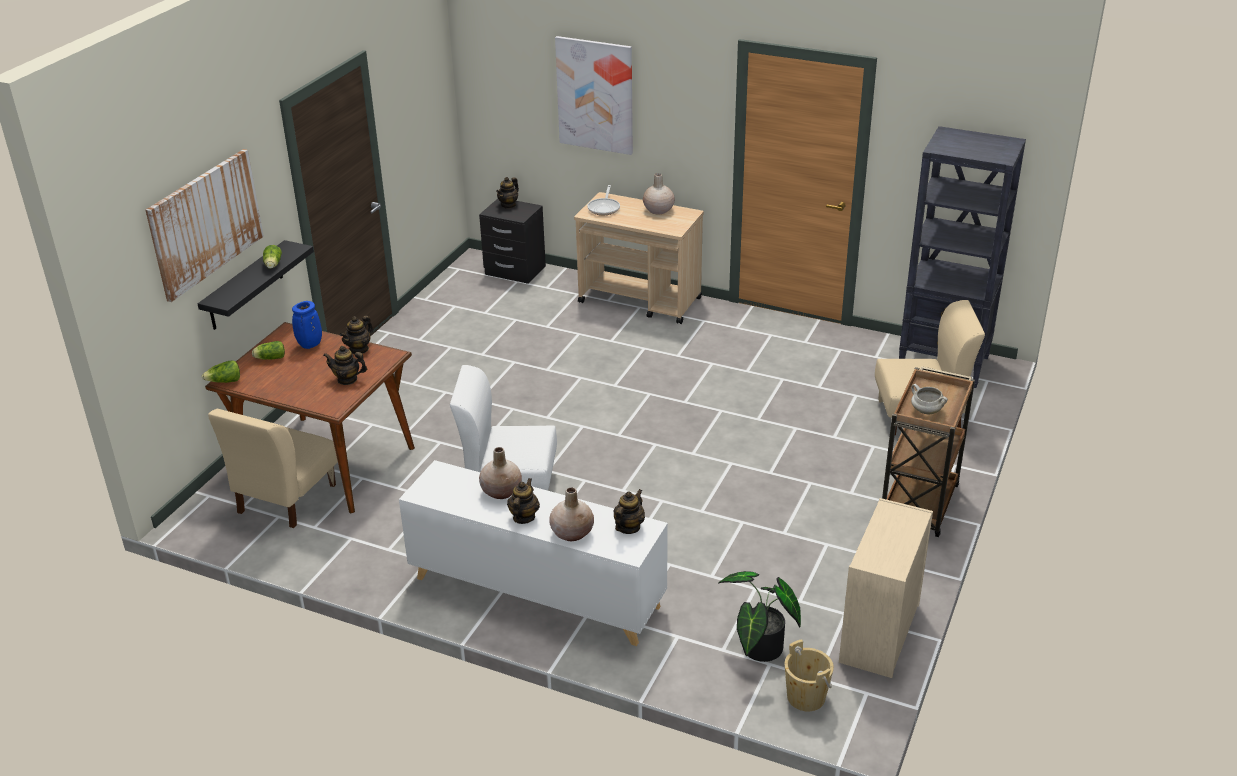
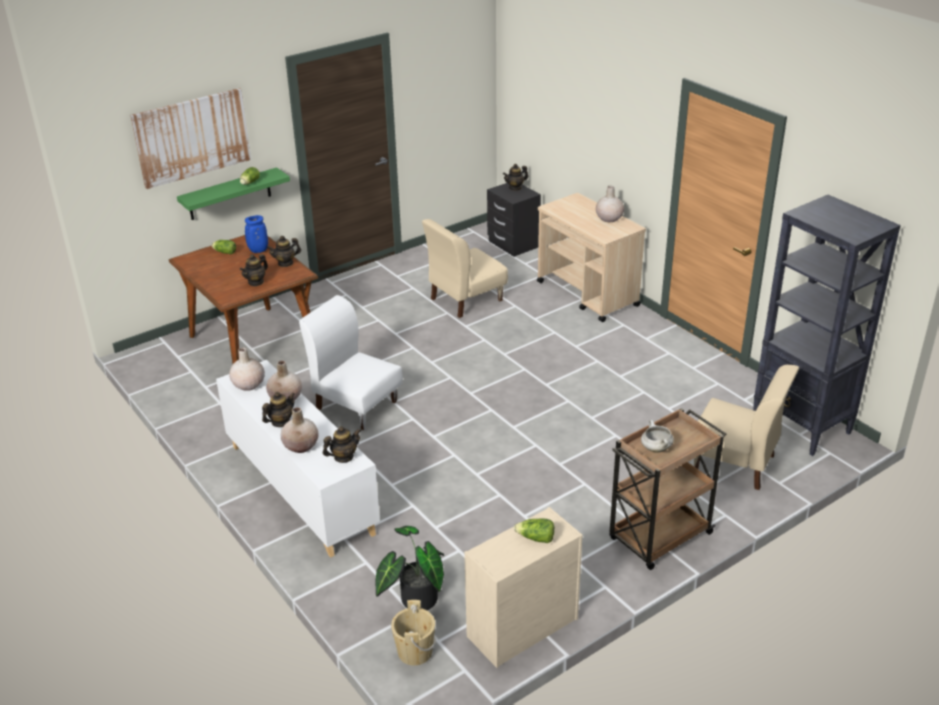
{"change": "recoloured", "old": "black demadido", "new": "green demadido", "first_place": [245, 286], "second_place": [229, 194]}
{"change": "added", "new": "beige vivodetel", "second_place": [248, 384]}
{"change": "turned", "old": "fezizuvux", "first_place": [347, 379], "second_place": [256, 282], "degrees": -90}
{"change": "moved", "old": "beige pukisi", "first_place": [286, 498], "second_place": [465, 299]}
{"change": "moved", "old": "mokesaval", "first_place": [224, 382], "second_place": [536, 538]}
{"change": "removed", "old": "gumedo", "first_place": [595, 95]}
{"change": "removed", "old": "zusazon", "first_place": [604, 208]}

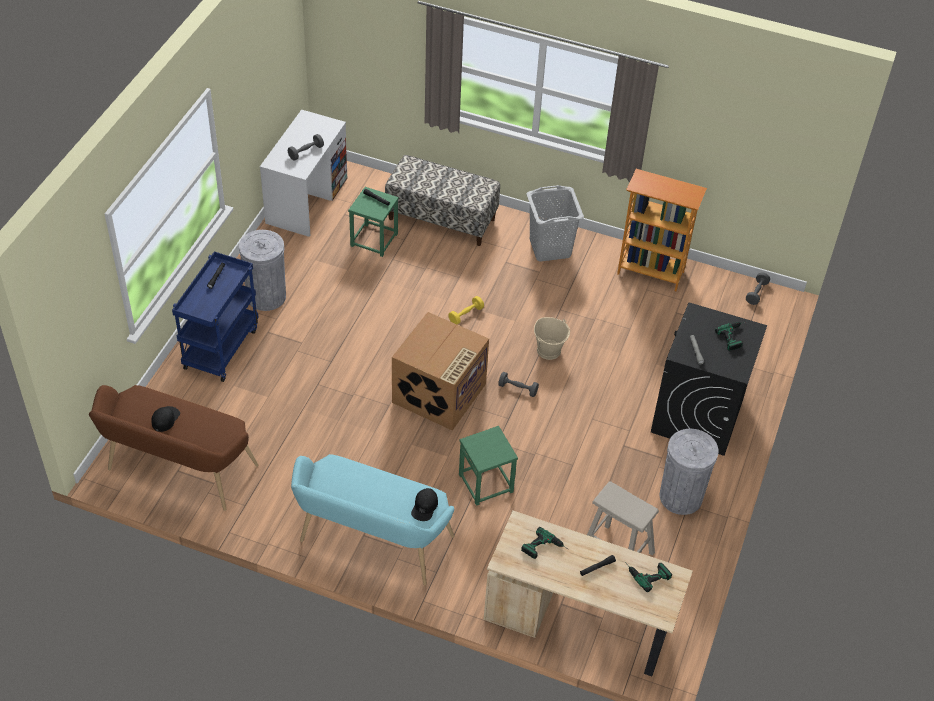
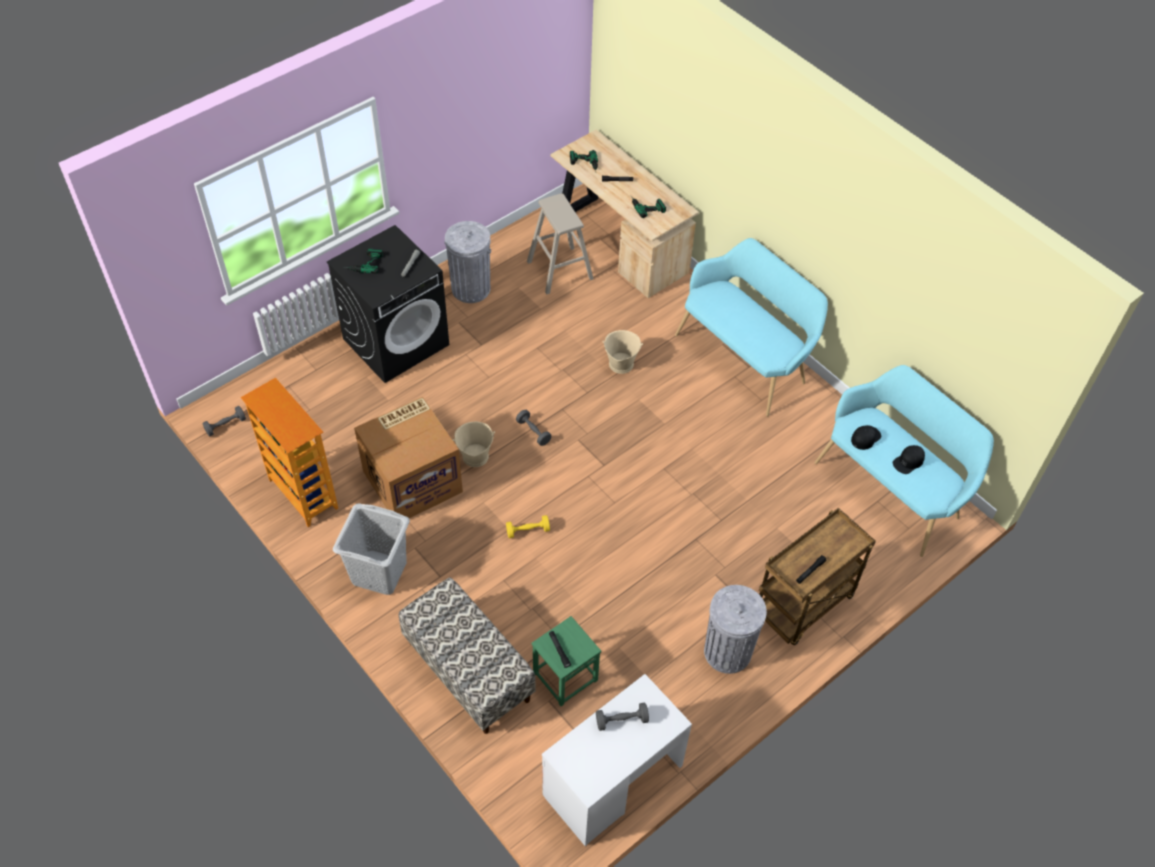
{"change": "moved", "old": "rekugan", "first_place": [439, 394], "second_place": [413, 480]}
{"change": "replaced", "old": "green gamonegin", "new": "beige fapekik", "first_place": [486, 483], "second_place": [620, 364]}
{"change": "recoloured", "old": "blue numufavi", "new": "brown numufavi", "first_place": [221, 347], "second_place": [803, 607]}
{"change": "recoloured", "old": "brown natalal", "new": "turquoise natalal", "first_place": [177, 471], "second_place": [892, 489]}
{"change": "moved", "old": "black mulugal", "first_place": [424, 507], "second_place": [865, 437]}

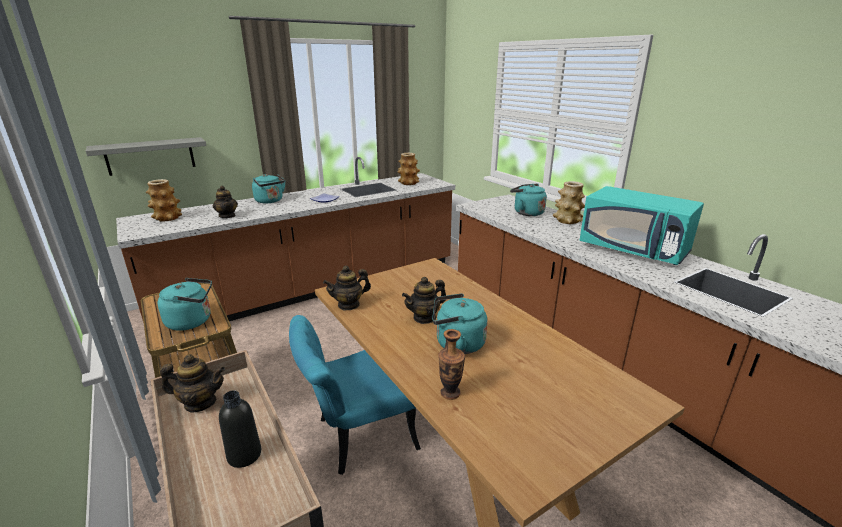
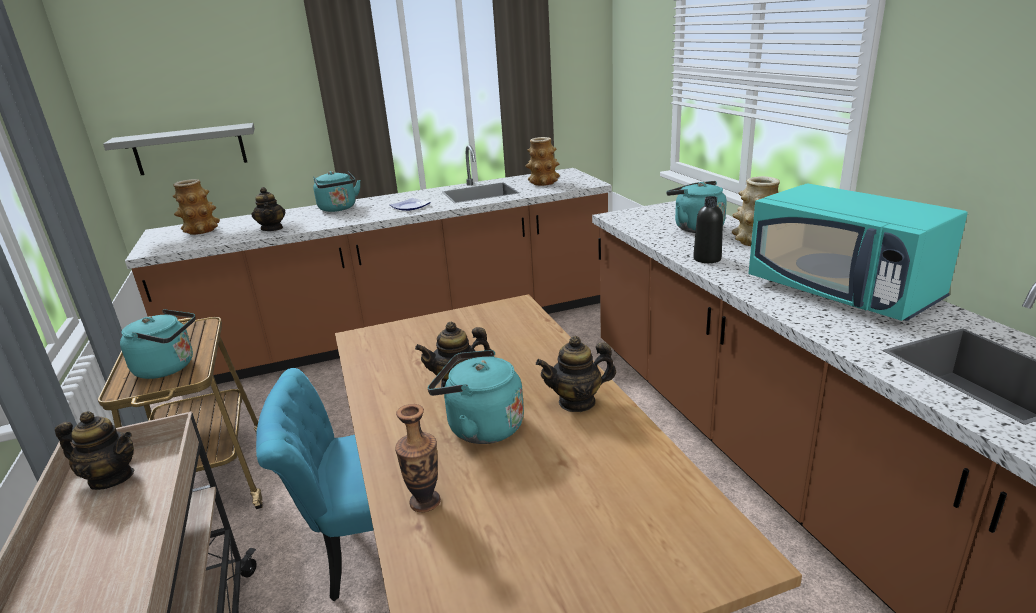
{"change": "moved", "old": "fezizuvux", "first_place": [349, 305], "second_place": [577, 402]}
{"change": "moved", "old": "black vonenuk", "first_place": [244, 455], "second_place": [707, 259]}

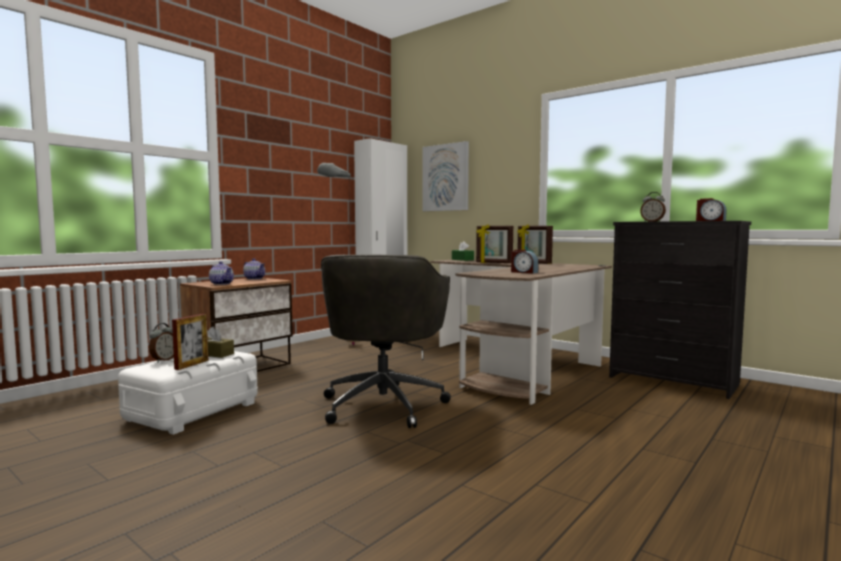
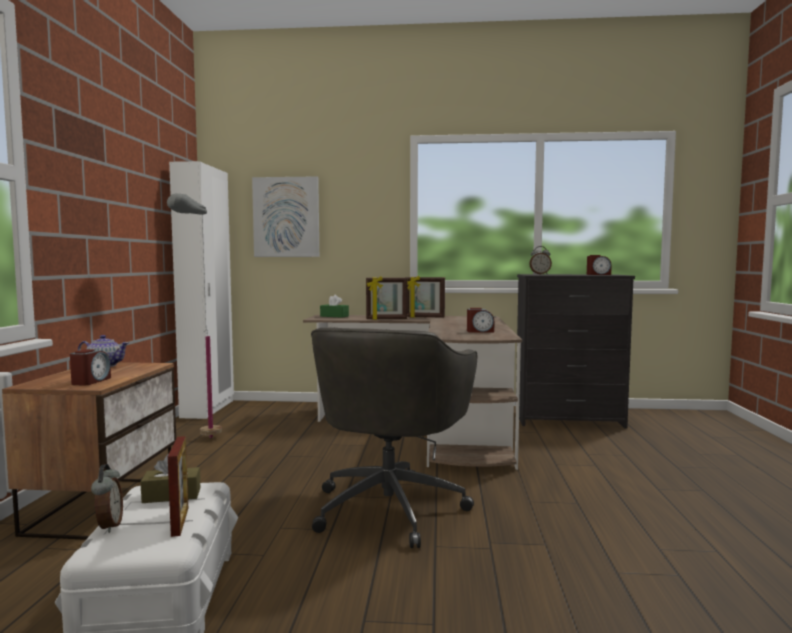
{"change": "replaced", "old": "fezizuvux", "new": "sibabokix", "first_place": [221, 284], "second_place": [91, 381]}
{"change": "turned", "old": "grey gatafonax", "first_place": [384, 404], "second_place": [390, 507], "degrees": 45}

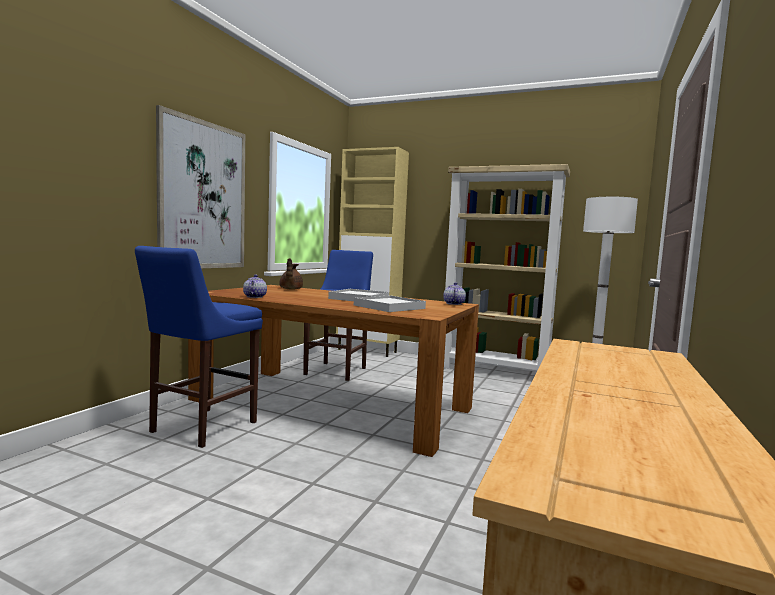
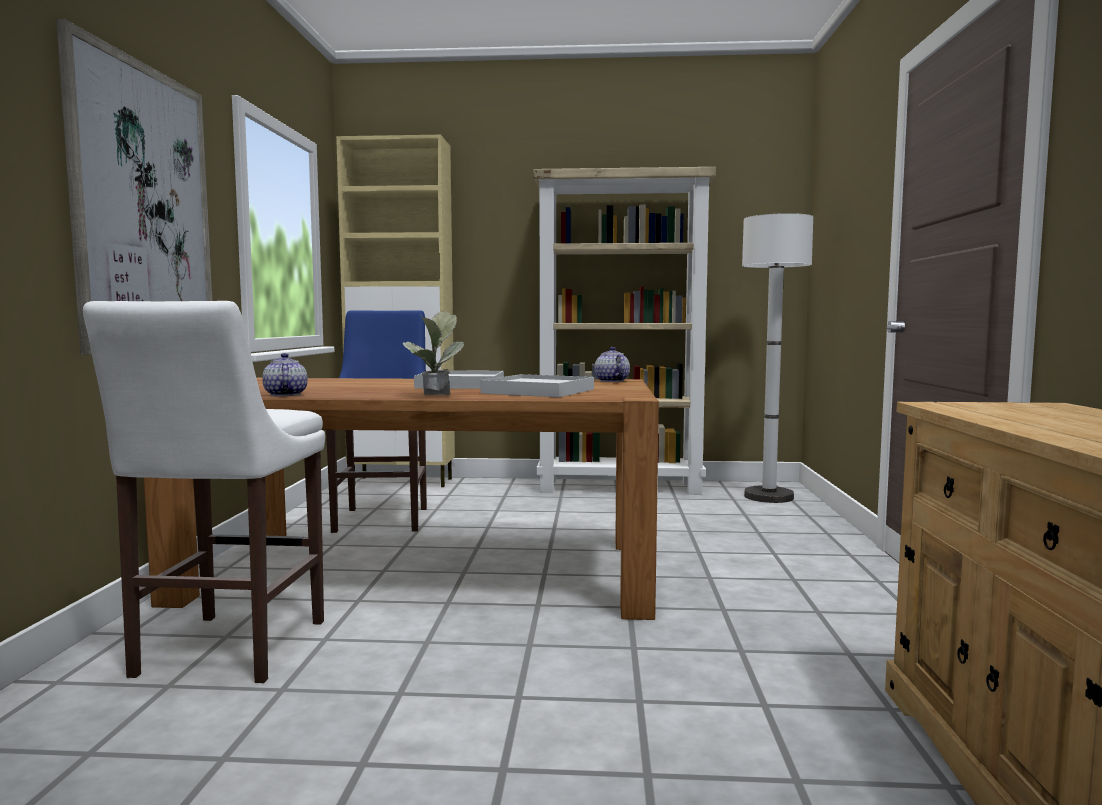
{"change": "recoloured", "old": "blue gamonegin", "new": "white gamonegin", "first_place": [200, 428], "second_place": [226, 651]}
{"change": "added", "new": "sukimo", "second_place": [433, 397]}
{"change": "removed", "old": "brown fezizuvux", "first_place": [290, 289]}

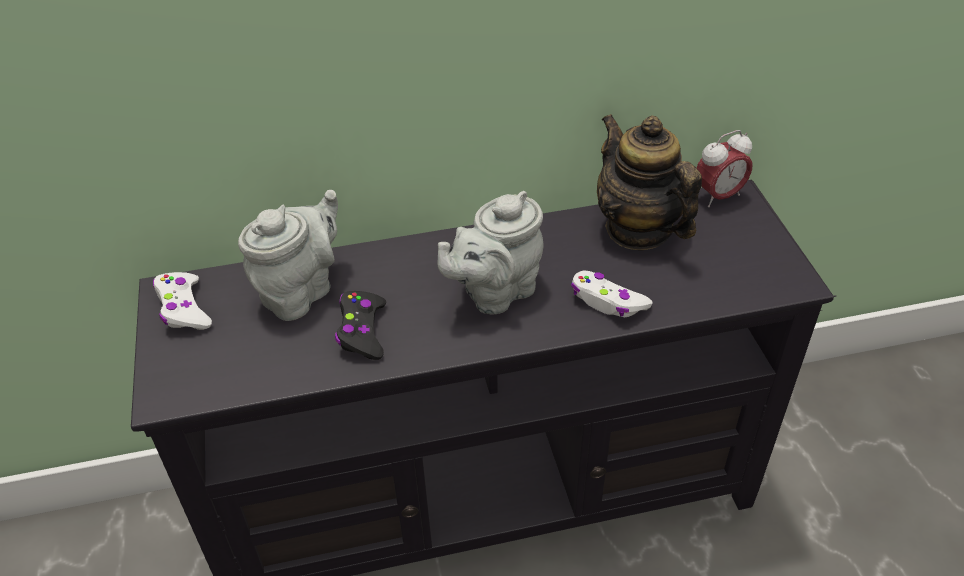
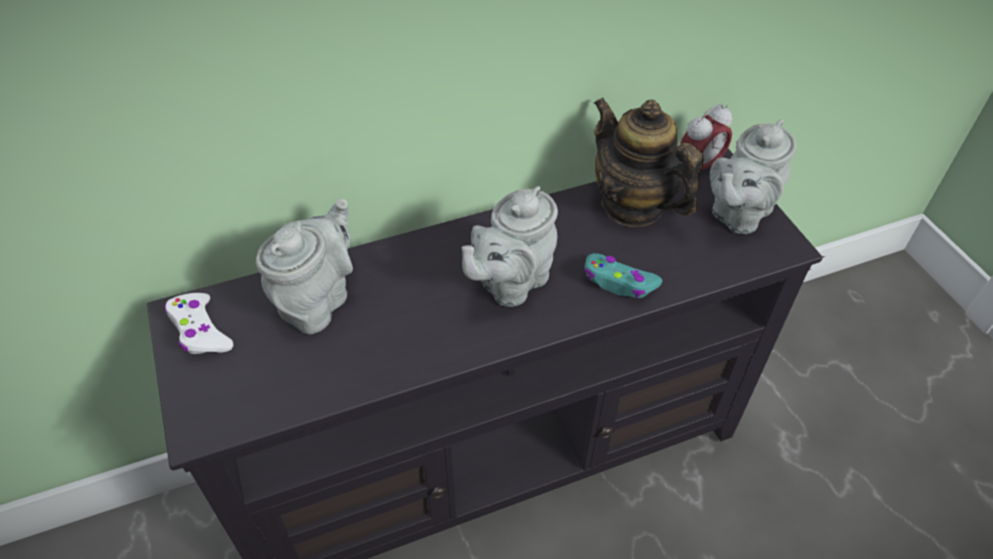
{"change": "recoloured", "old": "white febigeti", "new": "turquoise febigeti", "first_place": [607, 301], "second_place": [619, 282]}
{"change": "added", "new": "grey fezizuvux", "second_place": [738, 214]}
{"change": "removed", "old": "black febigeti", "first_place": [362, 331]}

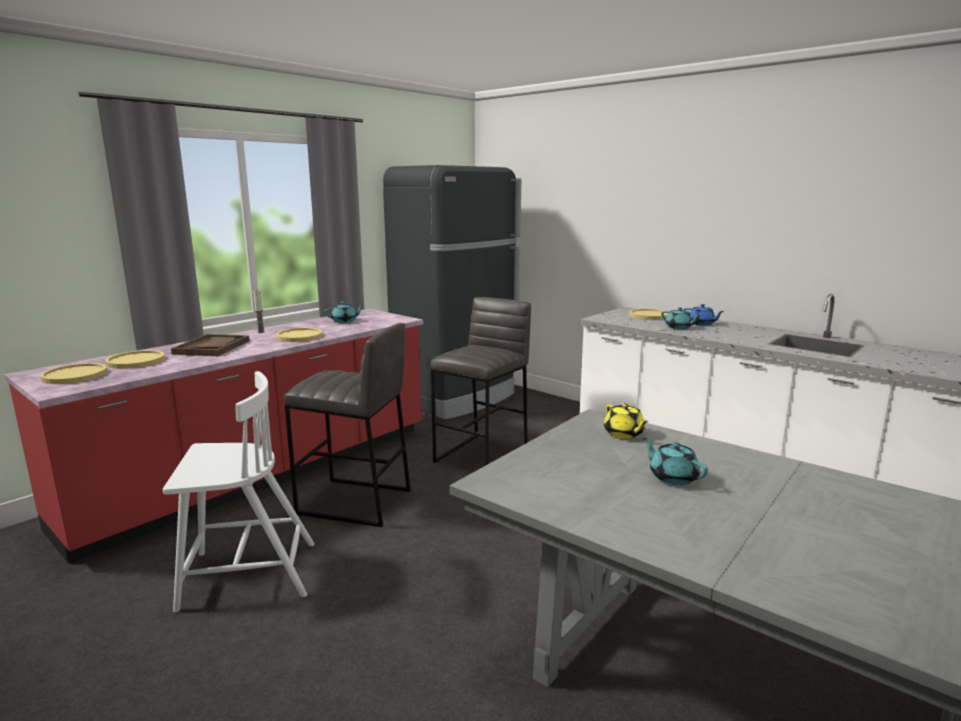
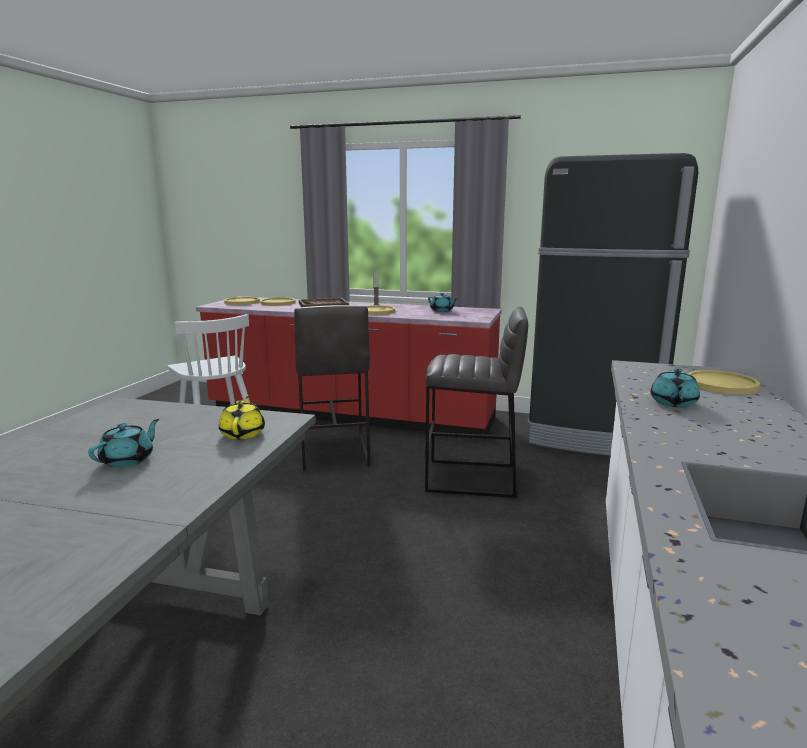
{"change": "turned", "old": "yellow fezizuvux", "first_place": [624, 434], "second_place": [243, 433], "degrees": 135}
{"change": "removed", "old": "blue fezizuvux", "first_place": [701, 324]}

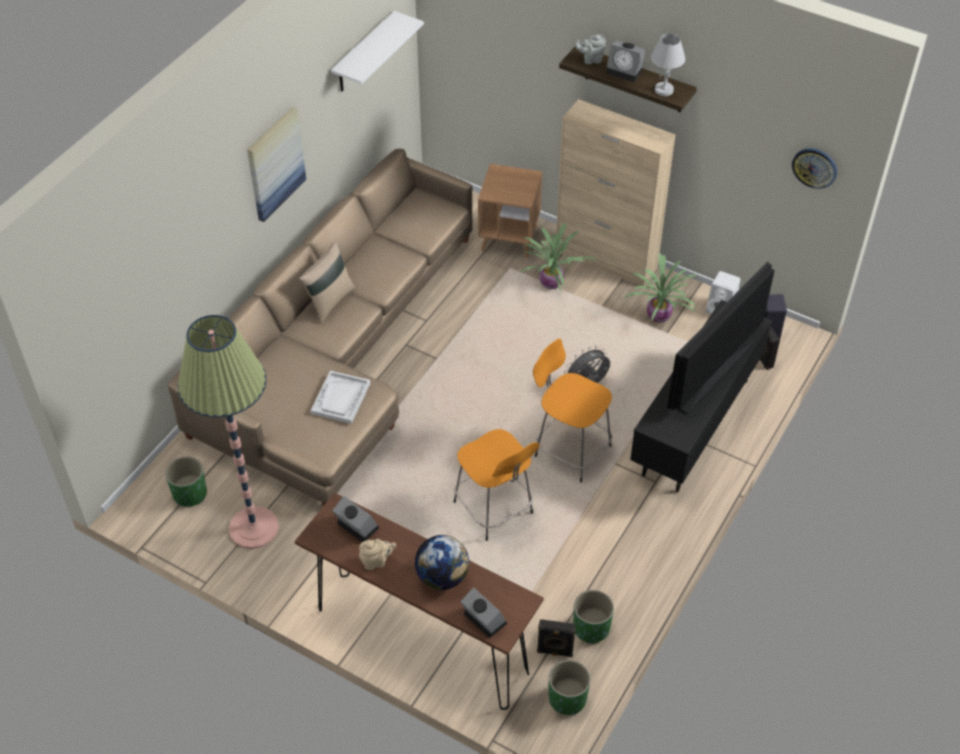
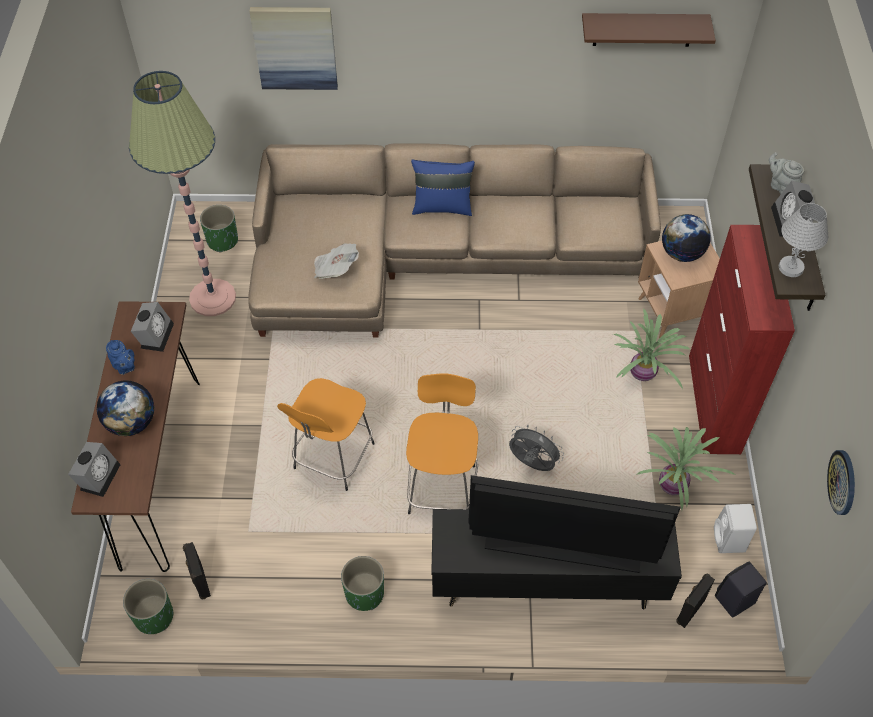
{"change": "recoloured", "old": "beige fezizuvux", "new": "blue fezizuvux", "first_place": [376, 561], "second_place": [125, 367]}
{"change": "moved", "old": "gumedo", "first_place": [275, 164], "second_place": [295, 47]}
{"change": "replaced", "old": "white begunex", "new": "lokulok", "first_place": [341, 398], "second_place": [335, 269]}
{"change": "moved", "old": "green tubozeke", "first_place": [591, 628], "second_place": [364, 593]}
{"change": "recoloured", "old": "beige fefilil", "new": "blue fefilil", "first_place": [329, 301], "second_place": [442, 207]}
{"change": "recoloured", "old": "white demadido", "new": "brown demadido", "first_place": [364, 53], "second_place": [643, 29]}
{"change": "added", "new": "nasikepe", "second_place": [681, 253]}
{"change": "recoloured", "old": "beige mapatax", "new": "red mapatax", "first_place": [606, 259], "second_place": [714, 404]}

